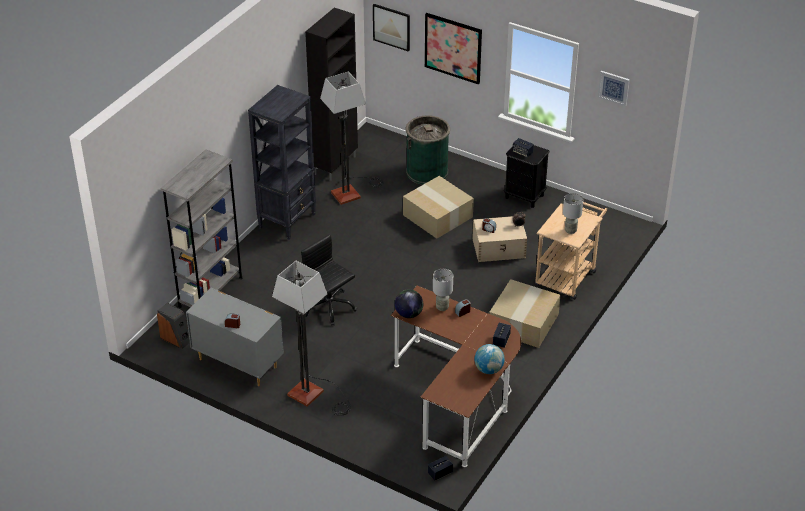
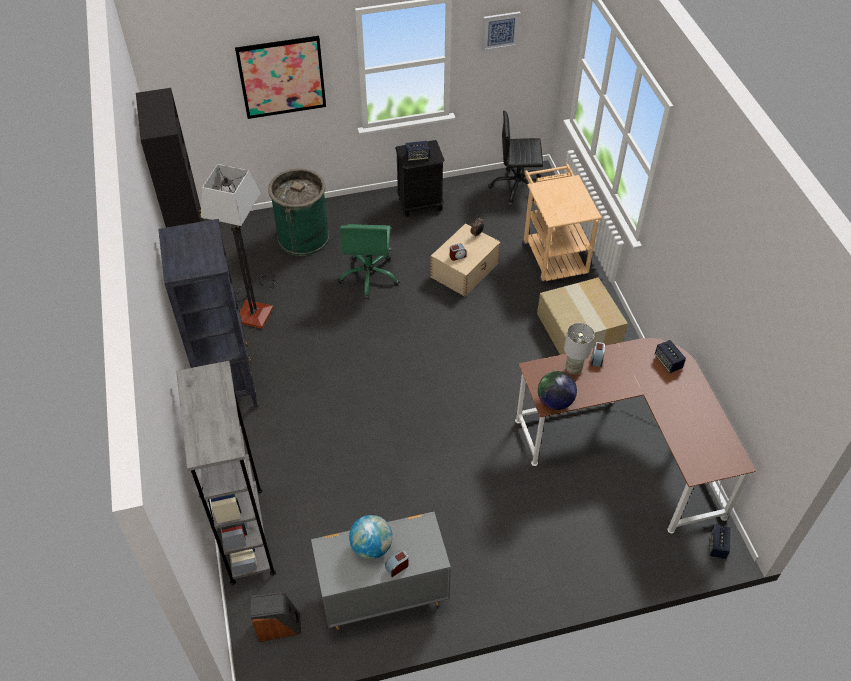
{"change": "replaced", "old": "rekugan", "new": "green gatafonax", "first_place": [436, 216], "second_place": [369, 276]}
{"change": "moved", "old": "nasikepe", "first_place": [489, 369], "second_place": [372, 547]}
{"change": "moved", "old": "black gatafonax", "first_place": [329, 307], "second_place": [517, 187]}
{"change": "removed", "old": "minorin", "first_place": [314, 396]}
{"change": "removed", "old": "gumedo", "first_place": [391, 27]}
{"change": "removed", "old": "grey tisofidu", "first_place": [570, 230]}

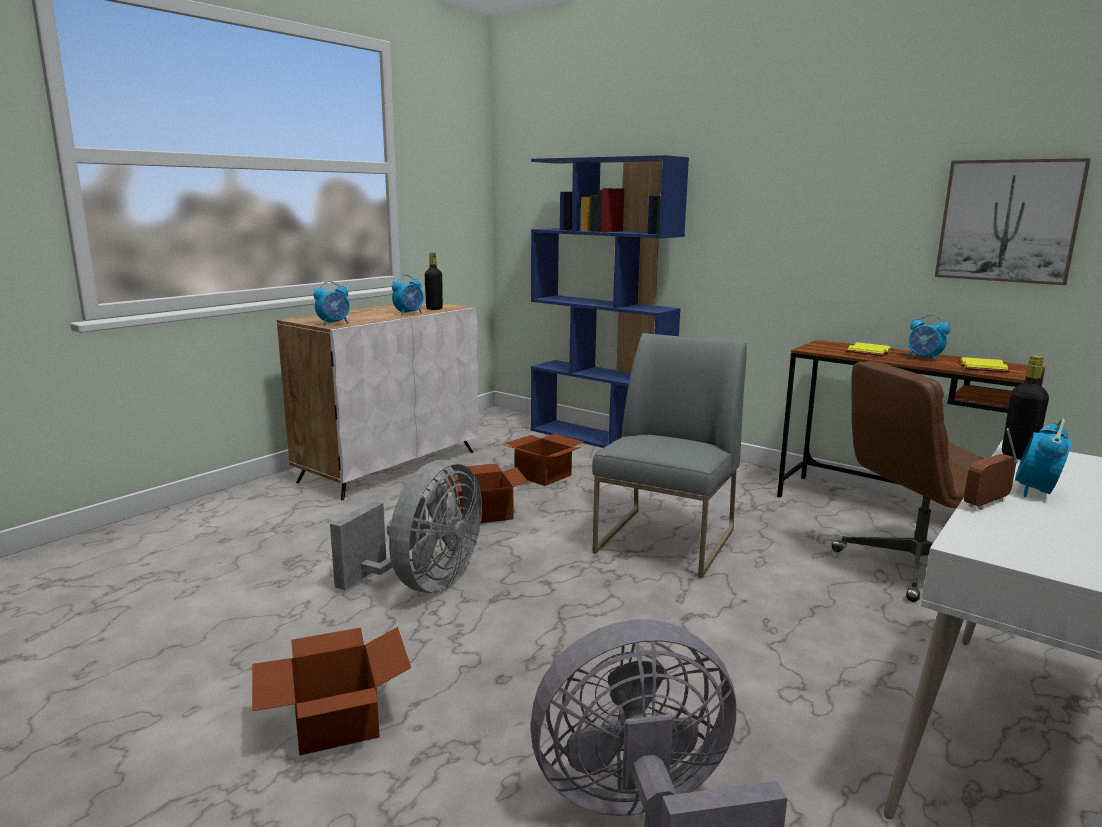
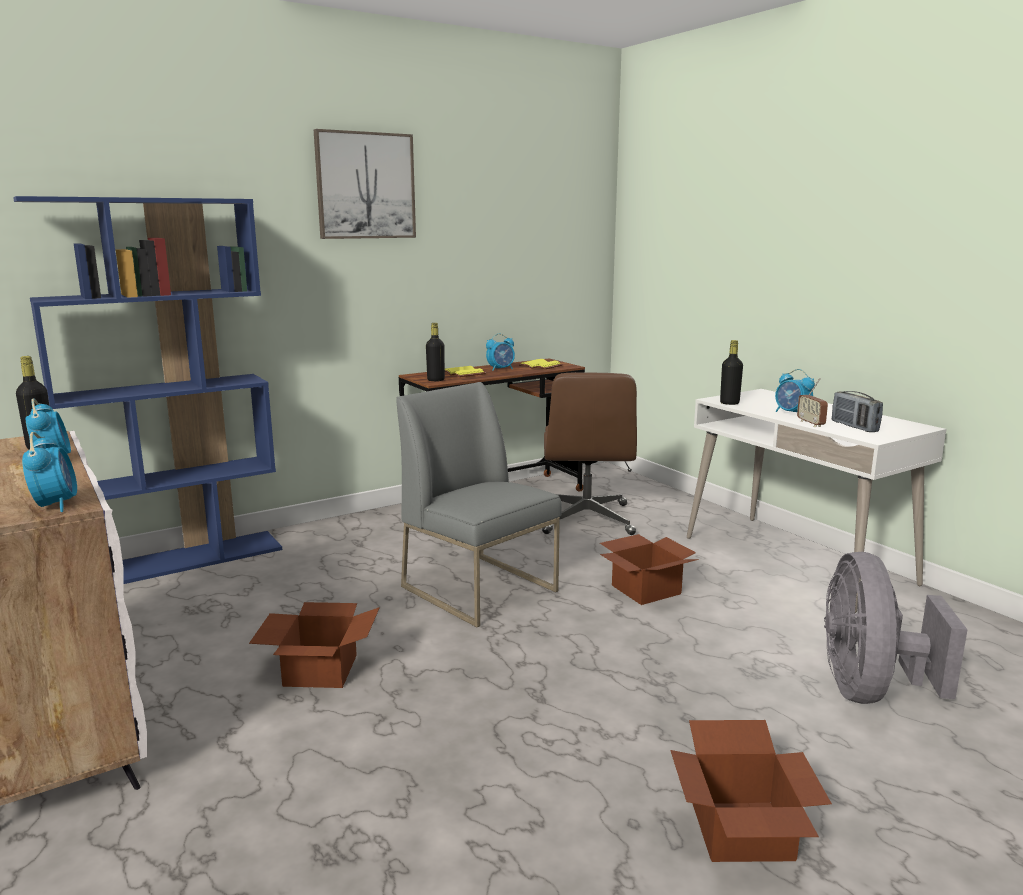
{"change": "moved", "old": "gumedo", "first_place": [1008, 221], "second_place": [365, 186]}
{"change": "added", "new": "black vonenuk", "second_place": [436, 380]}
{"change": "moved", "old": "rekugan", "first_place": [544, 475], "second_place": [645, 589]}
{"change": "added", "new": "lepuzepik", "second_place": [854, 427]}
{"change": "removed", "old": "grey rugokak", "first_place": [423, 583]}

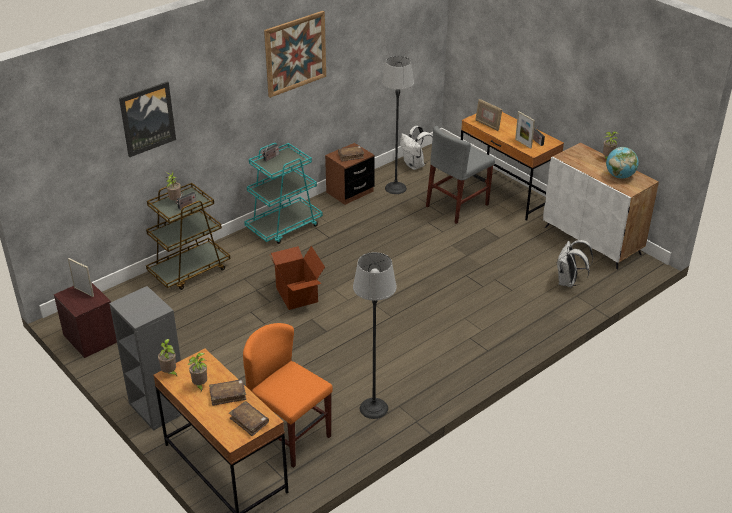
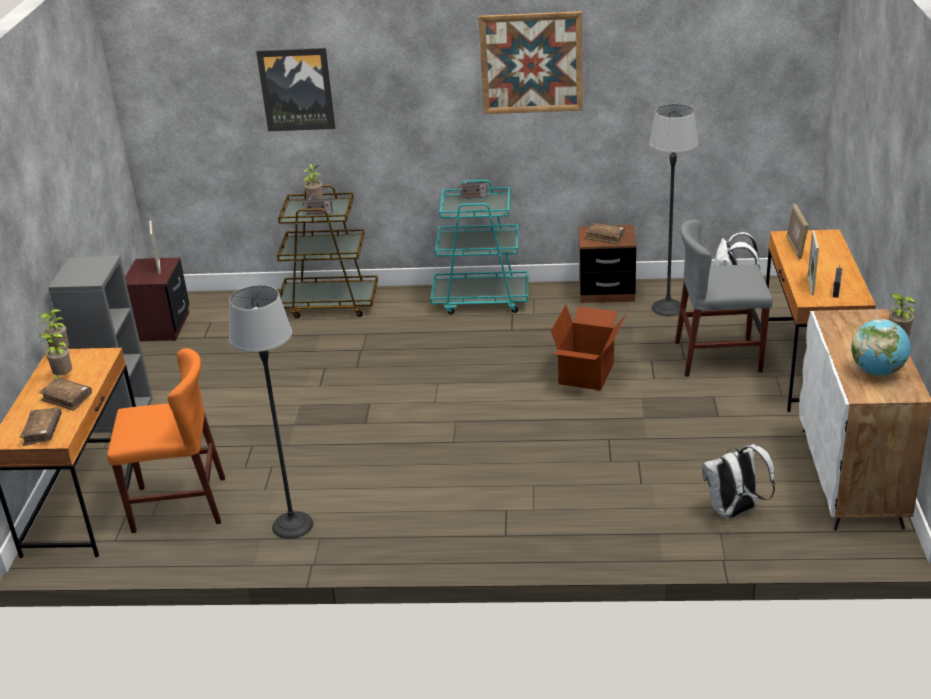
{"change": "turned", "old": "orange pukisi", "first_place": [289, 436], "second_place": [179, 505], "degrees": 90}
{"change": "moved", "old": "rekugan", "first_place": [297, 295], "second_place": [587, 373]}

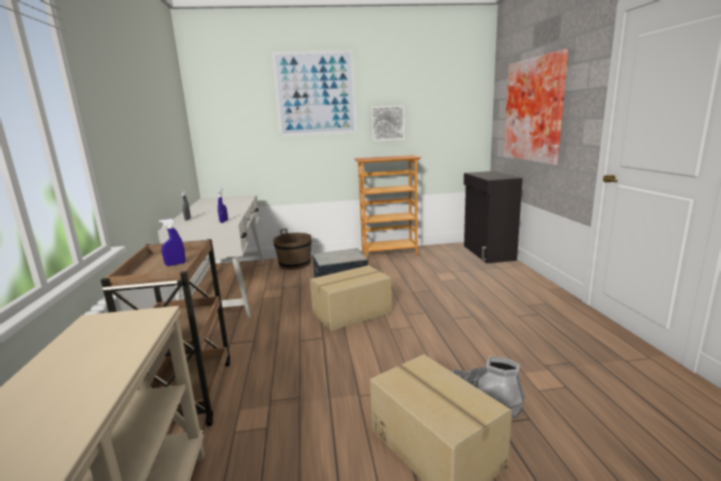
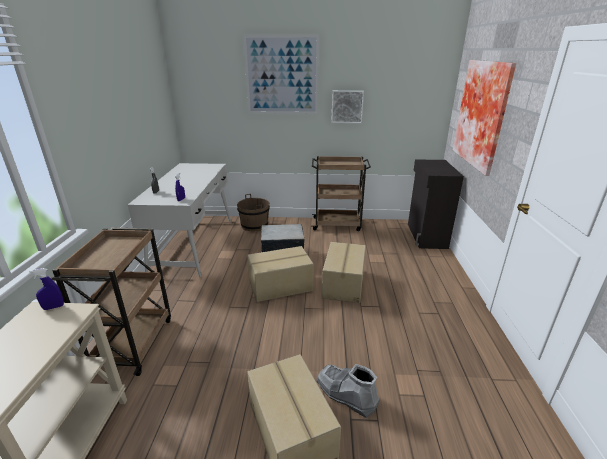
{"change": "moved", "old": "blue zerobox", "first_place": [175, 264], "second_place": [53, 307]}
{"change": "replaced", "old": "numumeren", "new": "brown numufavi", "first_place": [389, 253], "second_place": [337, 224]}
{"change": "added", "new": "rekugan", "second_place": [344, 283]}

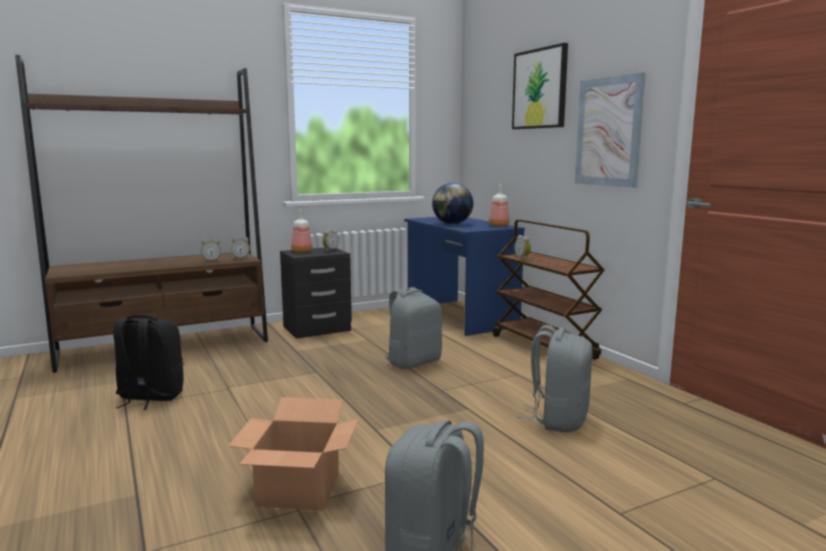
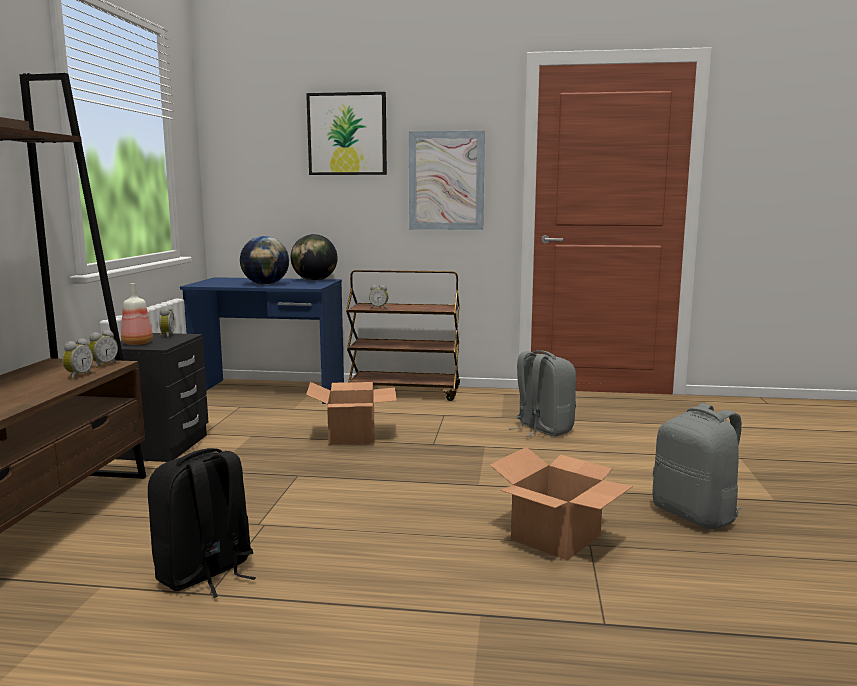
{"change": "replaced", "old": "vonenuk", "new": "nasikepe", "first_place": [498, 226], "second_place": [314, 280]}
{"change": "replaced", "old": "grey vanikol", "new": "rekugan", "first_place": [413, 362], "second_place": [351, 436]}

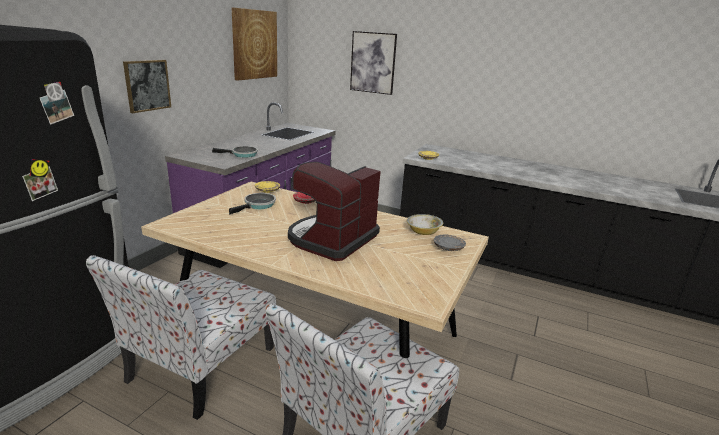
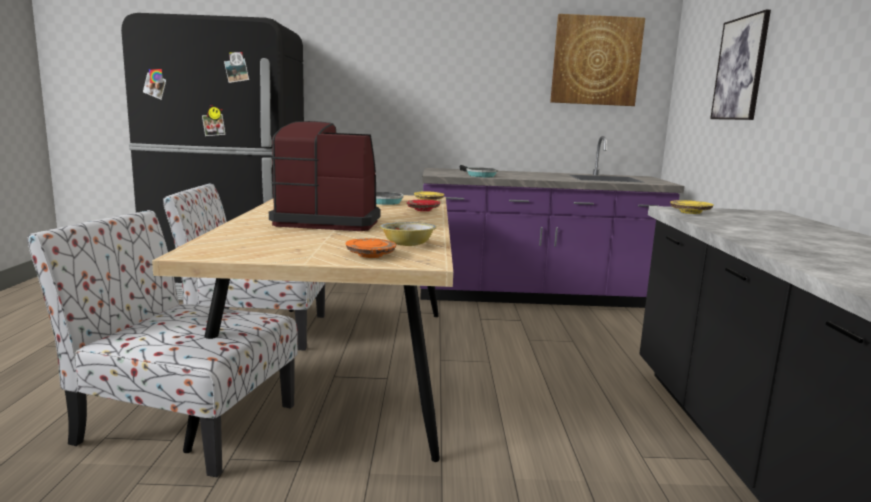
{"change": "recoloured", "old": "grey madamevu", "new": "orange madamevu", "first_place": [448, 247], "second_place": [370, 255]}
{"change": "removed", "old": "gumedo", "first_place": [147, 85]}

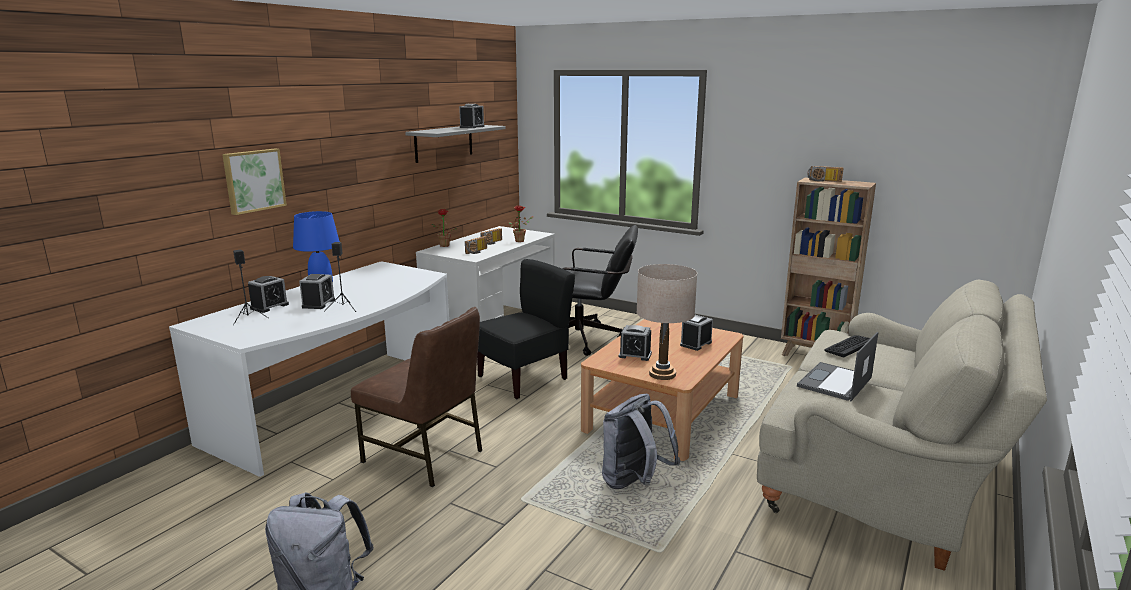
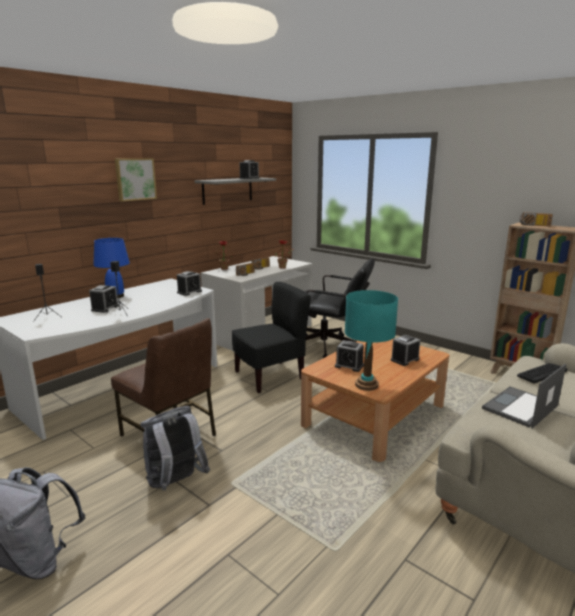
{"change": "moved", "old": "gumedo", "first_place": [253, 180], "second_place": [135, 179]}
{"change": "moved", "old": "grey vanikol", "first_place": [634, 483], "second_place": [175, 483]}
{"change": "moved", "old": "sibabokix", "first_place": [269, 306], "second_place": [189, 292]}
{"change": "recoloured", "old": "beige tisofidu", "new": "turquoise tisofidu", "first_place": [662, 374], "second_place": [366, 385]}

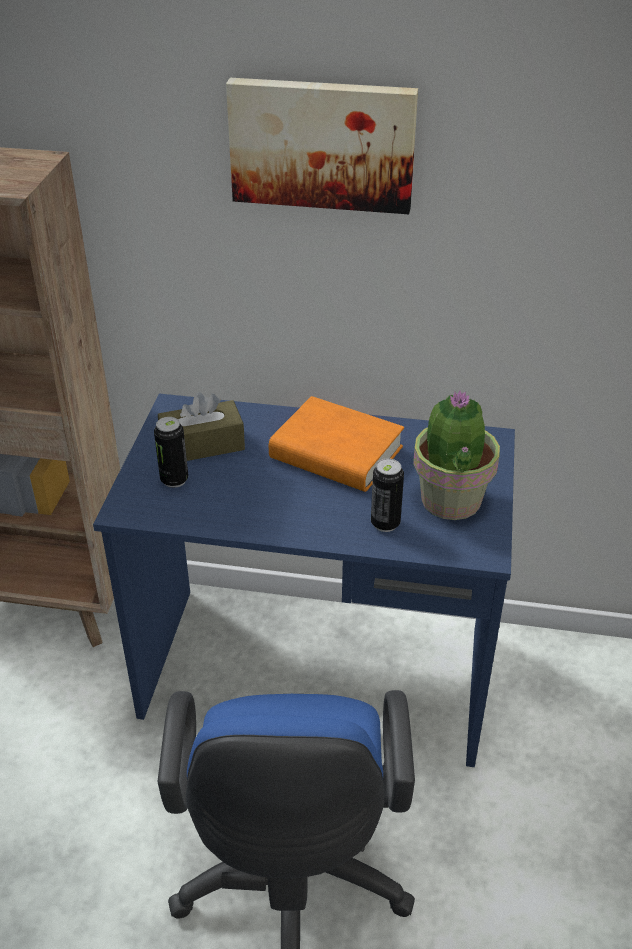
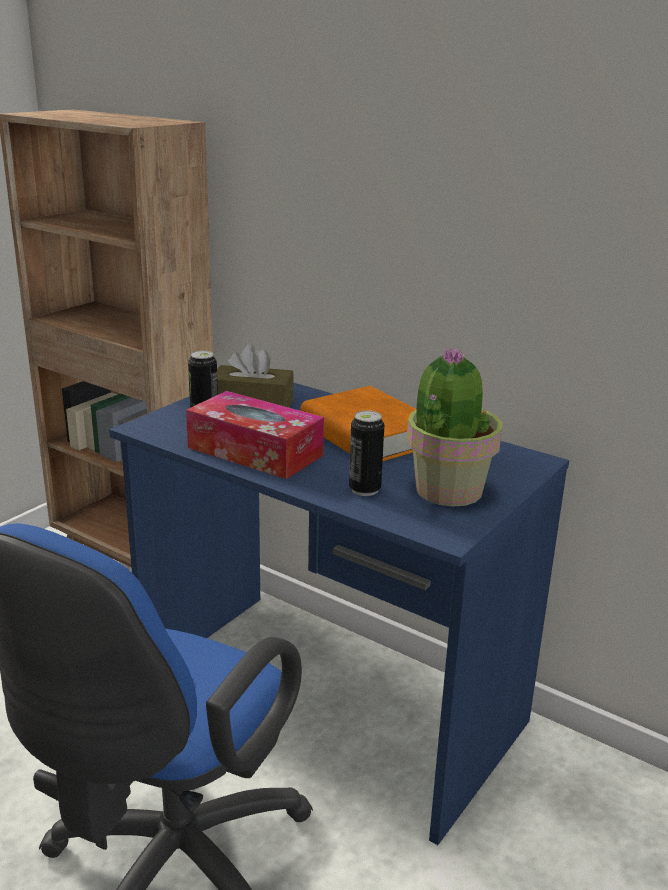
{"change": "added", "new": "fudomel", "second_place": [255, 451]}
{"change": "removed", "old": "gumedo", "first_place": [322, 144]}

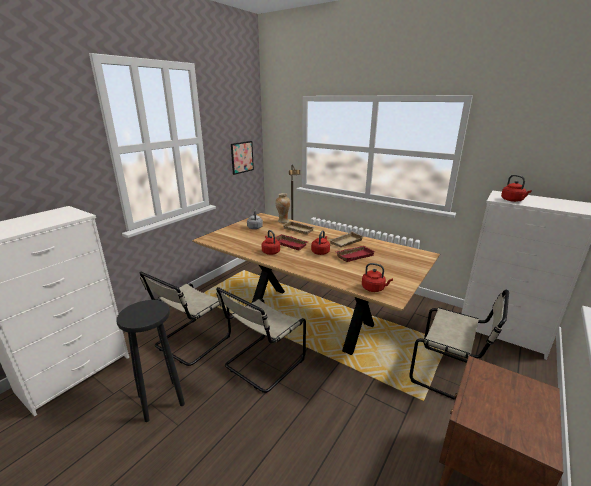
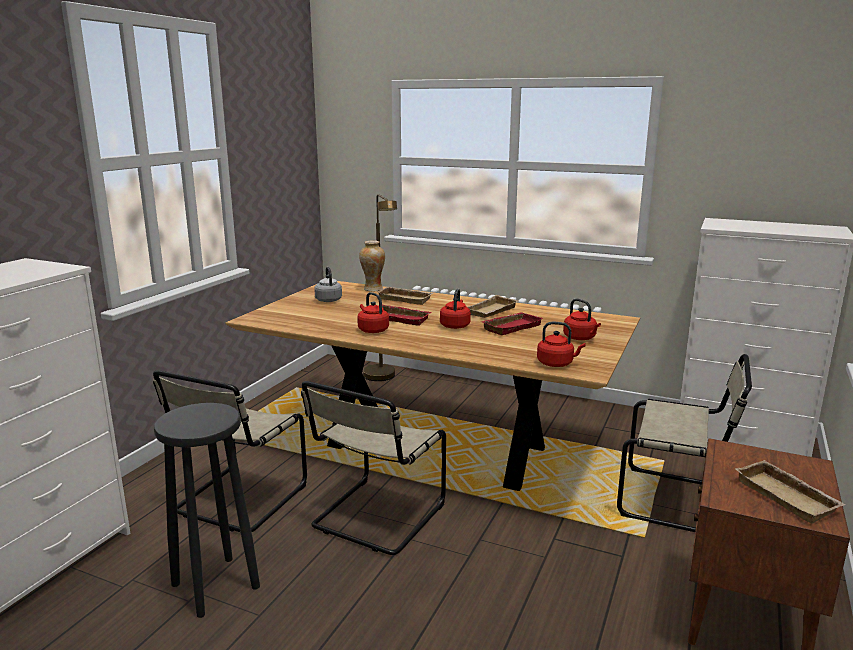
{"change": "moved", "old": "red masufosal", "first_place": [513, 200], "second_place": [581, 338]}
{"change": "added", "new": "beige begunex", "second_place": [788, 496]}
{"change": "removed", "old": "gumedo", "first_place": [242, 157]}

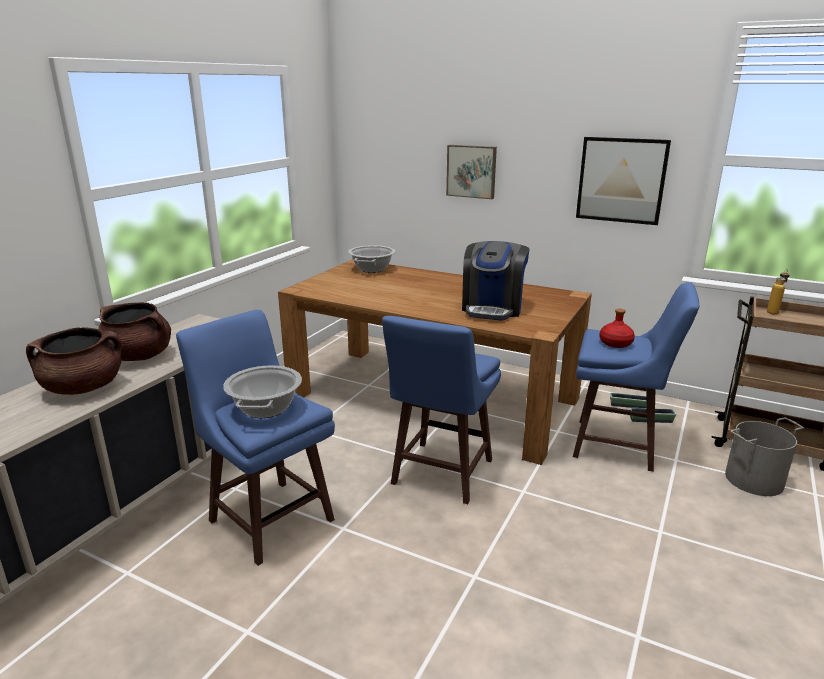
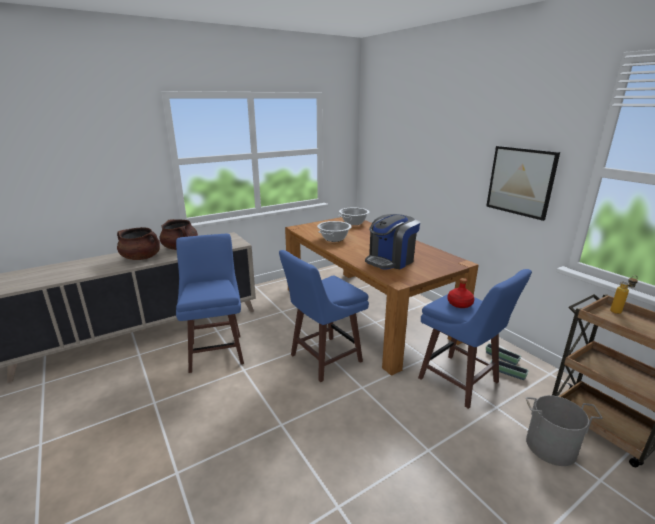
{"change": "moved", "old": "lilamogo", "first_place": [266, 408], "second_place": [334, 239]}
{"change": "removed", "old": "gumedo", "first_place": [471, 171]}

